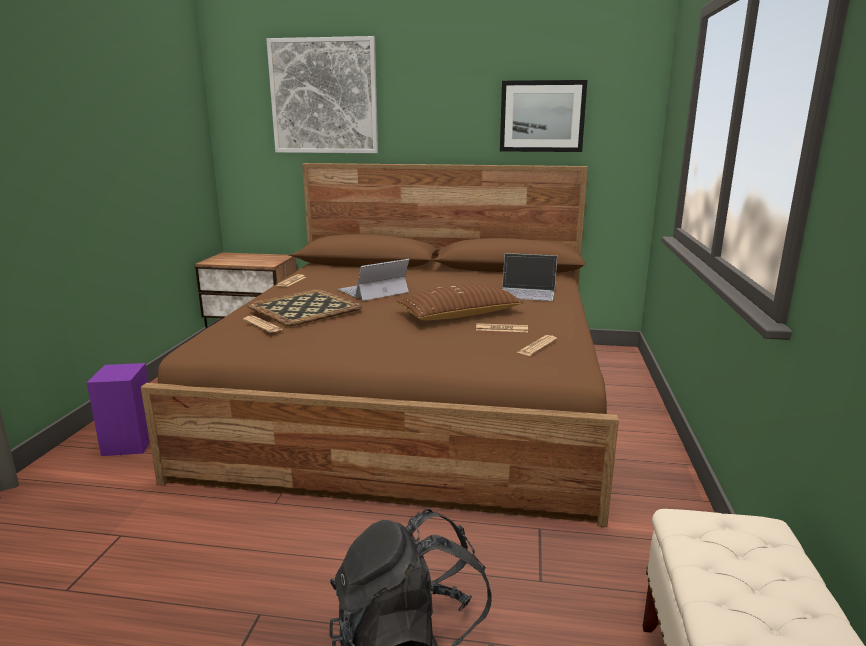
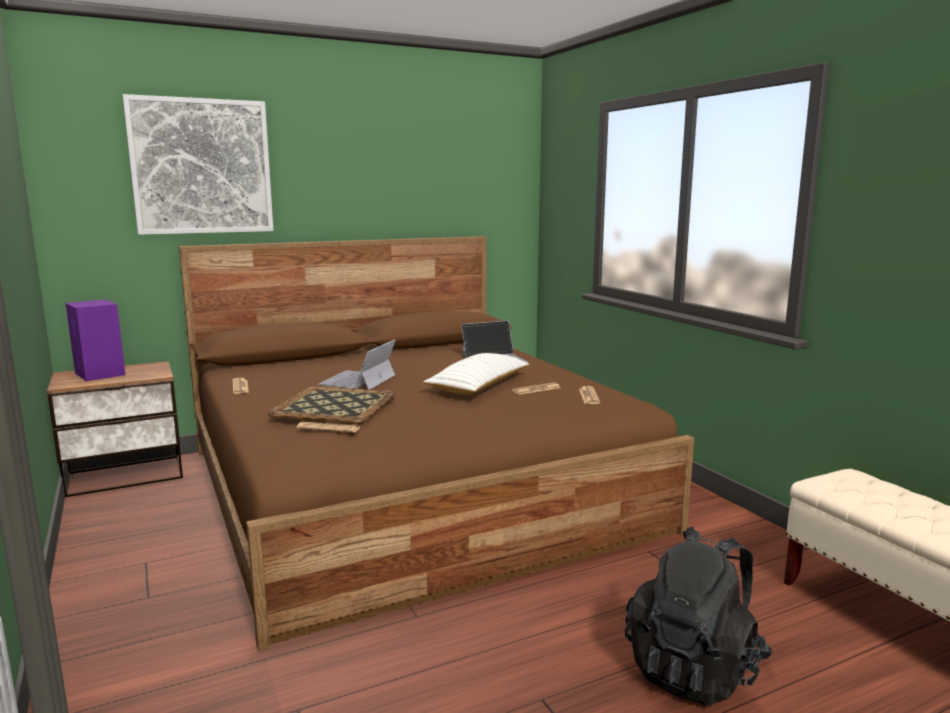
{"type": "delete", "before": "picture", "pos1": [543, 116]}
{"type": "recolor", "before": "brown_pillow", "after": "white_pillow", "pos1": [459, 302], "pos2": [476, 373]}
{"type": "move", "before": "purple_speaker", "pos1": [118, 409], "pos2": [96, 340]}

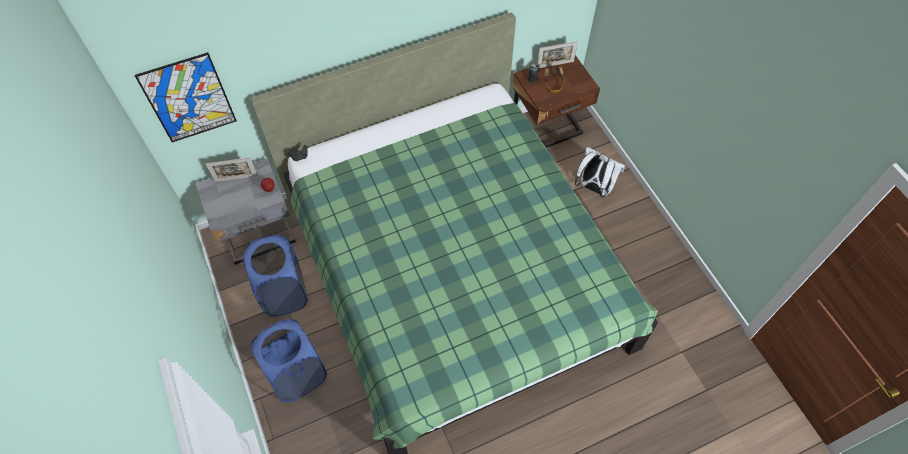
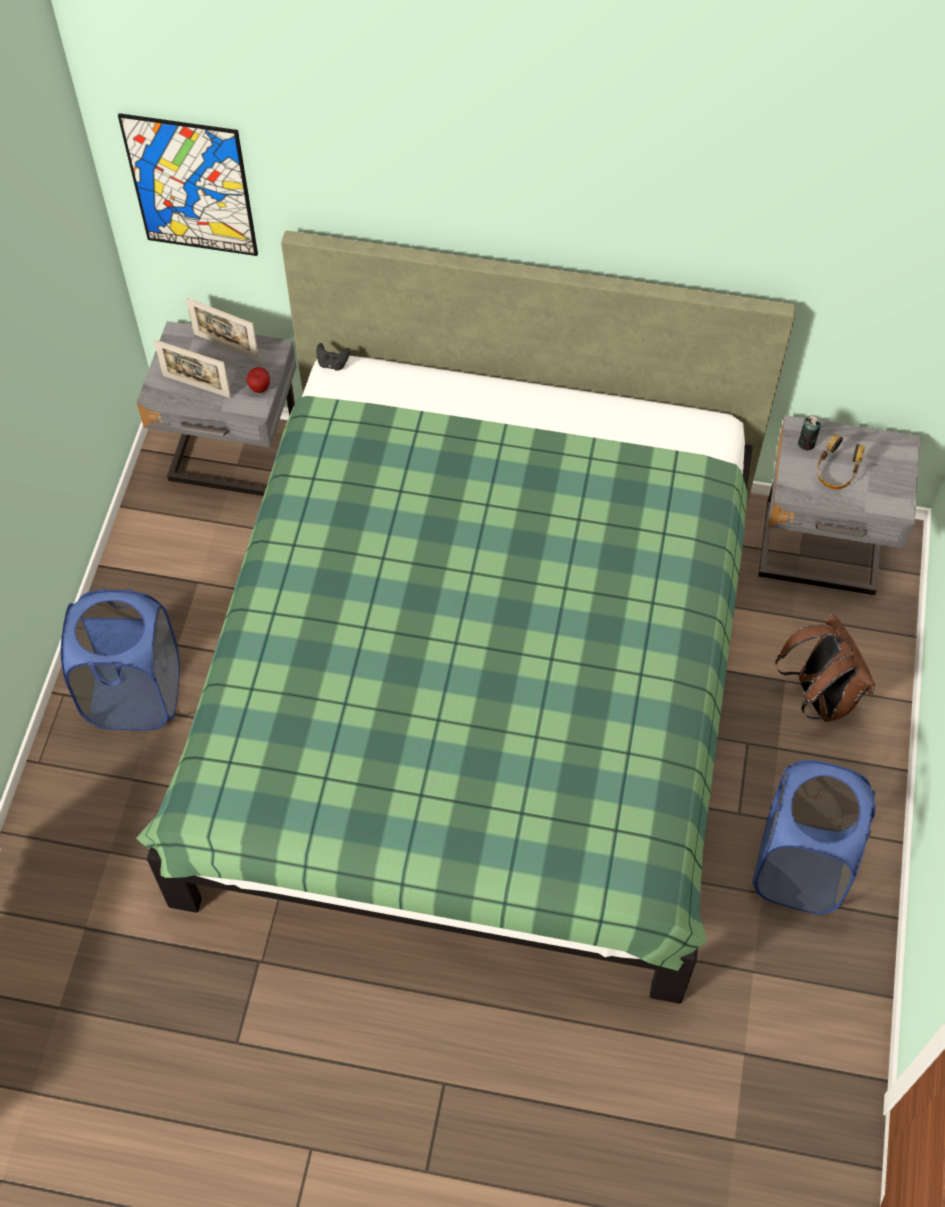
{"type": "move", "before": "picture_frame", "pos1": [557, 54], "pos2": [192, 368]}
{"type": "recolor", "before": "brown_nightstand", "after": "grey_nightstand", "pos1": [556, 101], "pos2": [839, 505]}
{"type": "recolor", "before": "white_backpack", "after": "brown_backpack", "pos1": [600, 172], "pos2": [825, 668]}
{"type": "move", "before": "blue_laundry_basket", "pos1": [275, 275], "pos2": [814, 837]}

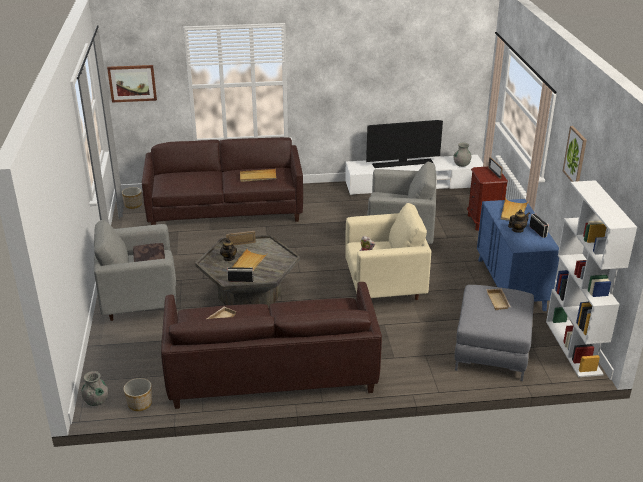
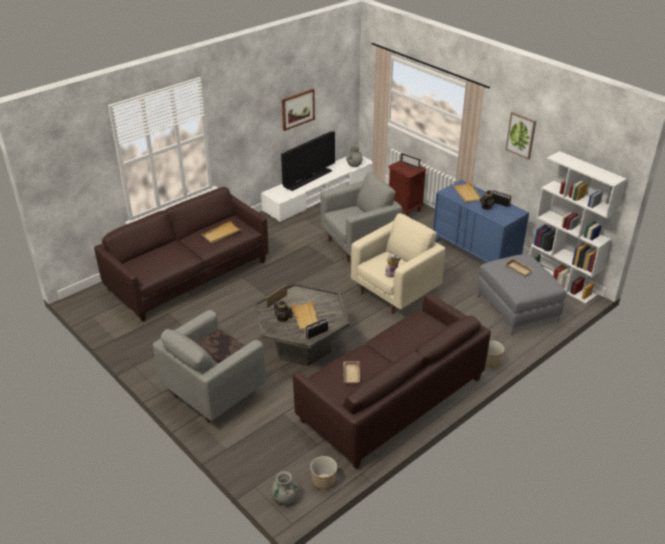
{"type": "move", "before": "picture", "pos1": [132, 83], "pos2": [298, 110]}
{"type": "move", "before": "planter", "pos1": [132, 198], "pos2": [494, 354]}

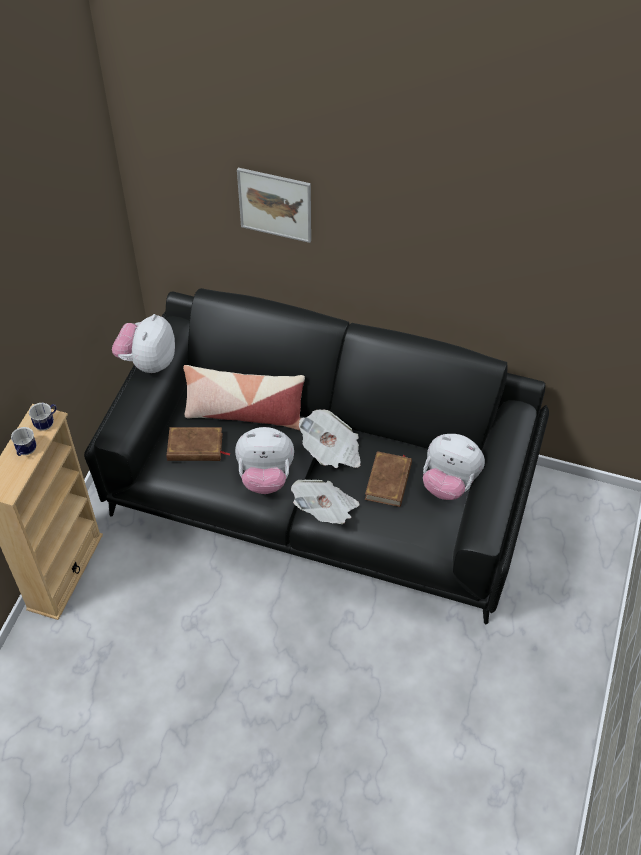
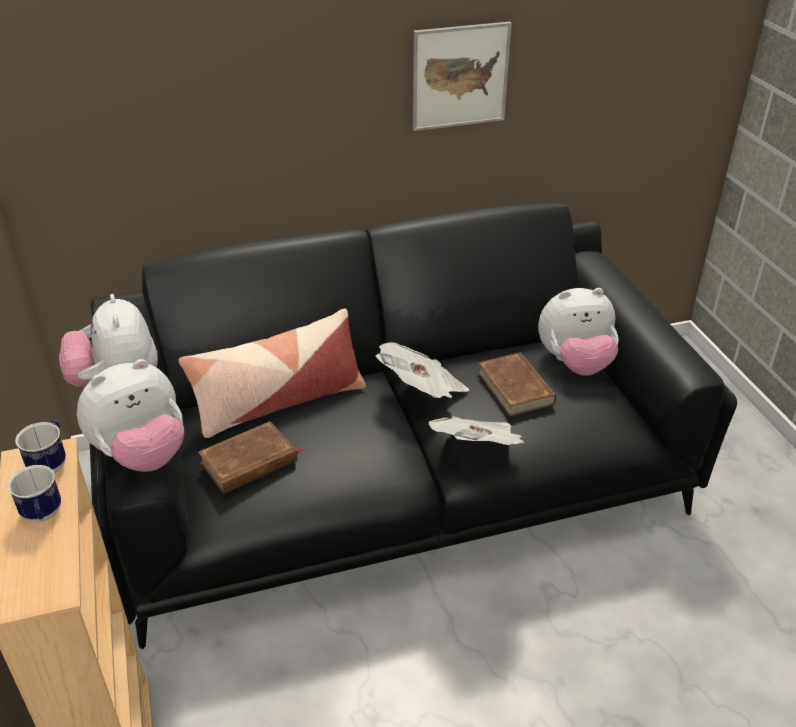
{"type": "move", "before": "picture", "pos1": [274, 205], "pos2": [462, 76]}
{"type": "move", "before": "plush_toy", "pos1": [264, 460], "pos2": [130, 415]}

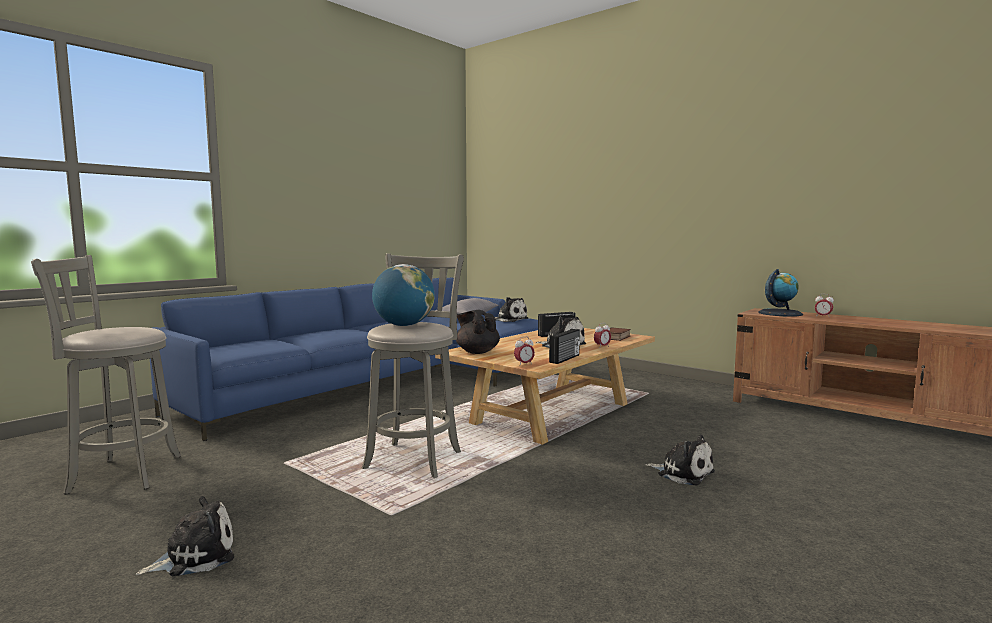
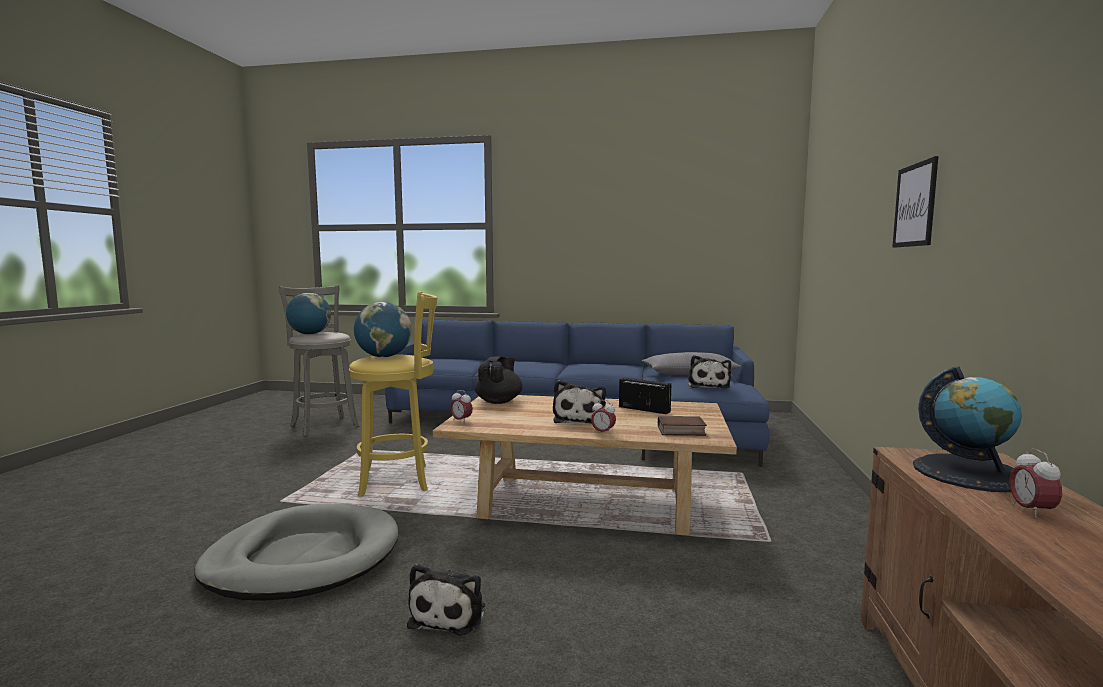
{"type": "recolor", "before": "grey_stool", "after": "yellow_stool", "pos1": [413, 366], "pos2": [393, 394]}
{"type": "delete", "before": "radio", "pos1": [564, 346]}
{"type": "delete", "before": "plush_toy", "pos1": [185, 536]}
{"type": "insert", "after": "picture", "pos2": [915, 202]}
{"type": "insert", "after": "globe", "pos2": [308, 313]}
{"type": "insert", "after": "grey_dog_bed", "pos2": [296, 552]}

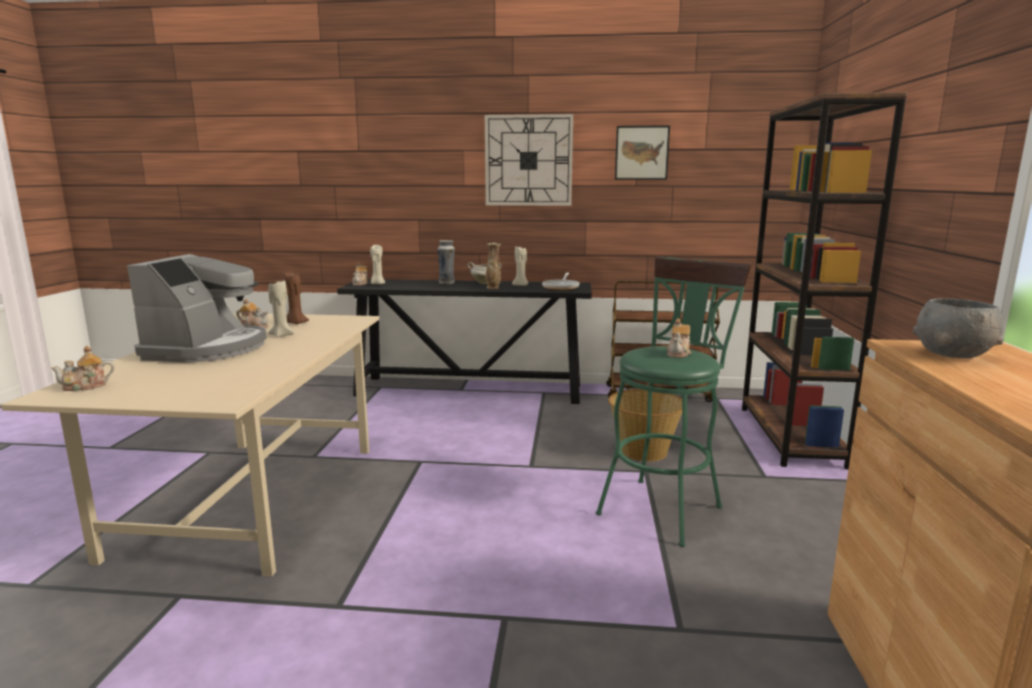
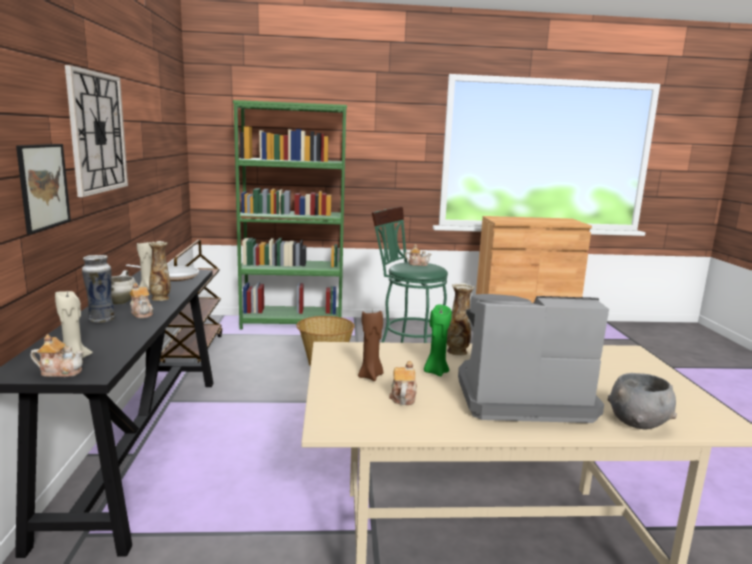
{"type": "recolor", "before": "brown_bookcase", "after": "green_bookcase", "pos1": [825, 280], "pos2": [290, 214]}
{"type": "move", "before": "picture", "pos1": [642, 152], "pos2": [43, 189]}
{"type": "recolor", "before": "beige_candle", "after": "green_candle", "pos1": [281, 309], "pos2": [438, 340]}
{"type": "move", "before": "grey_bowl", "pos1": [958, 328], "pos2": [642, 401]}
{"type": "move", "before": "teapot", "pos1": [82, 368], "pos2": [141, 300]}
{"type": "insert", "after": "vase", "pos2": [461, 319]}

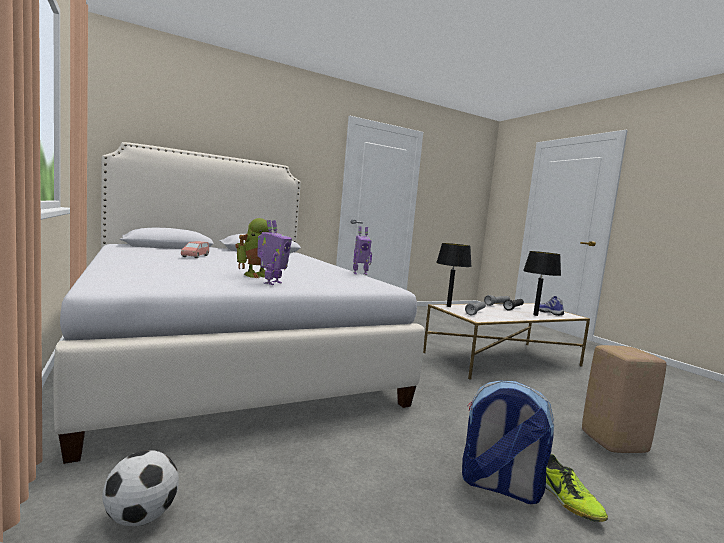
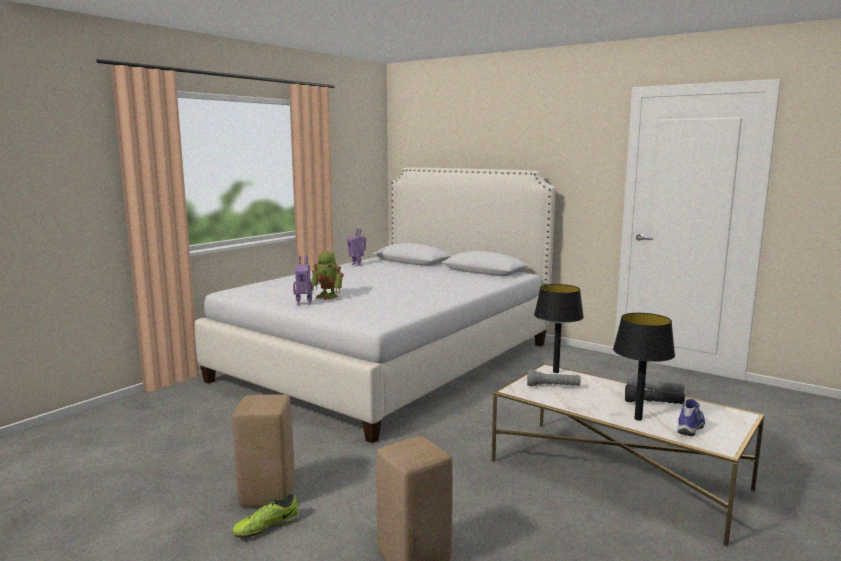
{"type": "move", "before": "toy_robot", "pos1": [362, 250], "pos2": [356, 247]}
{"type": "delete", "before": "pink_toy_car", "pos1": [195, 249]}
{"type": "replace", "before": "backpack", "after": "beige_stool", "pos1": [508, 442], "pos2": [263, 451]}
{"type": "delete", "before": "football", "pos1": [140, 488]}

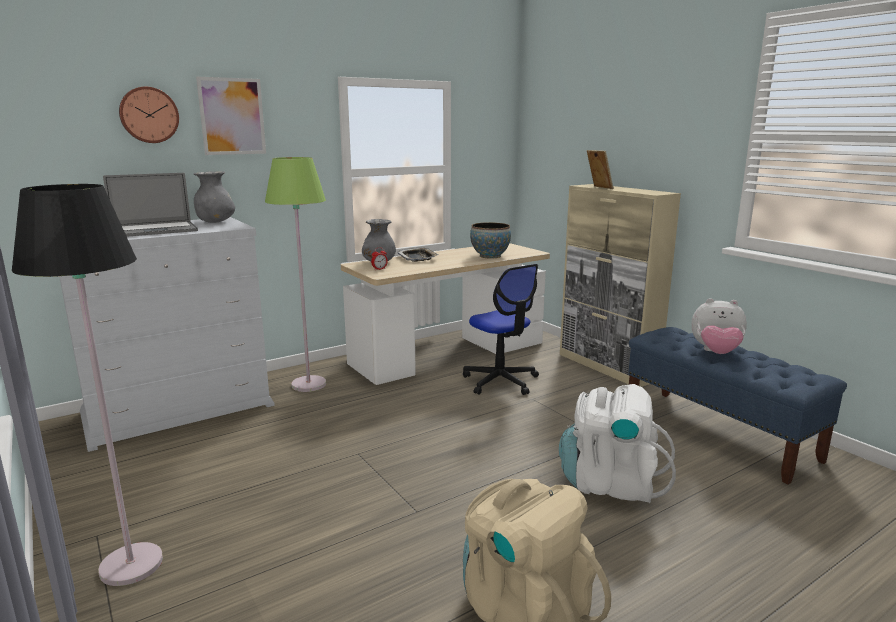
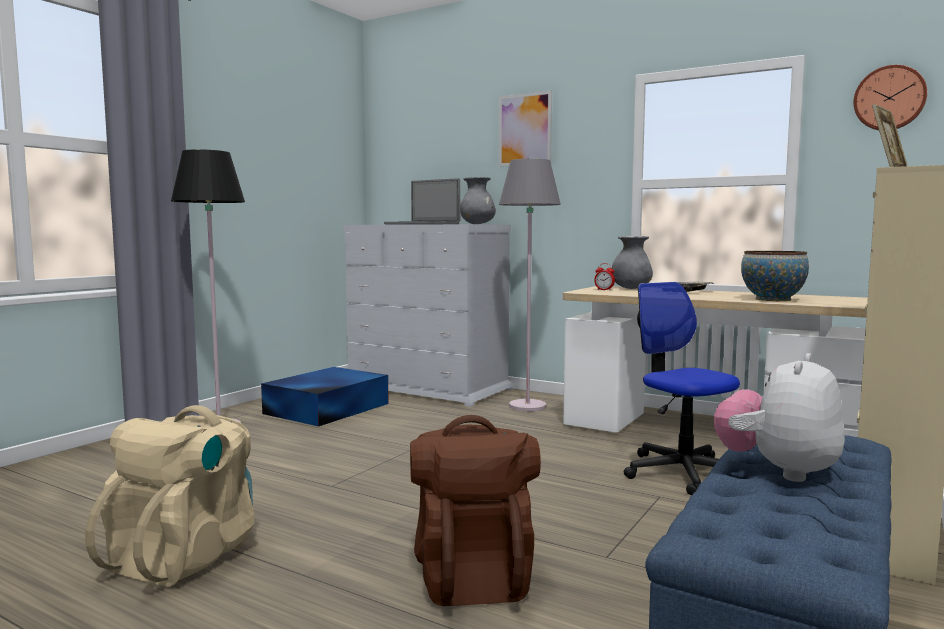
{"type": "move", "before": "wall_clock", "pos1": [149, 115], "pos2": [890, 97]}
{"type": "recolor", "before": "green_floor_lamp", "after": "grey_floor_lamp", "pos1": [295, 274], "pos2": [530, 285]}
{"type": "rotate", "before": "office_chair", "pos1": [501, 329], "pos2": [682, 388], "turn": 120}
{"type": "rotate", "before": "plush_toy", "pos1": [719, 326], "pos2": [779, 417], "turn": 45}
{"type": "recolor", "before": "white_backpack", "after": "brown_backpack", "pos1": [617, 443], "pos2": [475, 510]}
{"type": "insert", "after": "blue_storage_box", "pos2": [325, 396]}

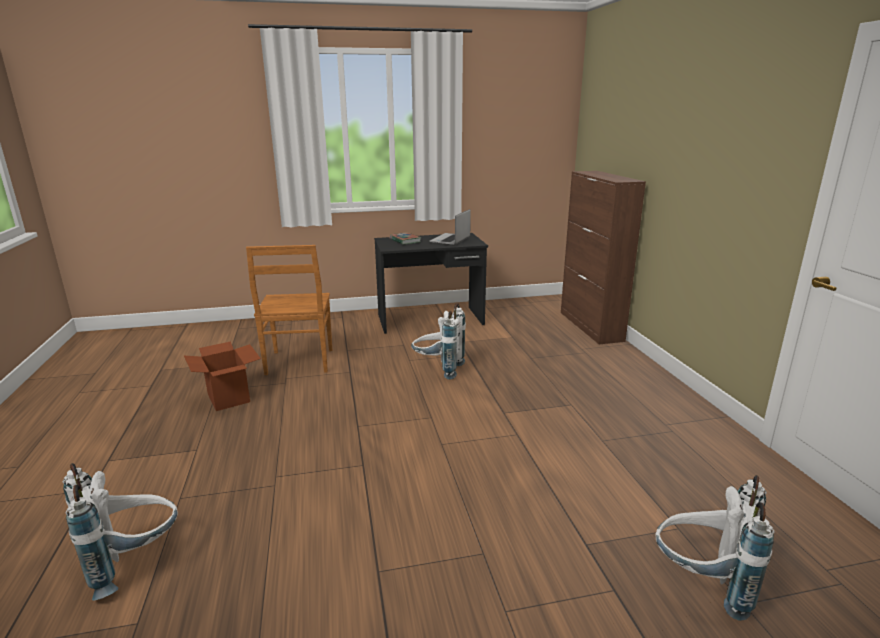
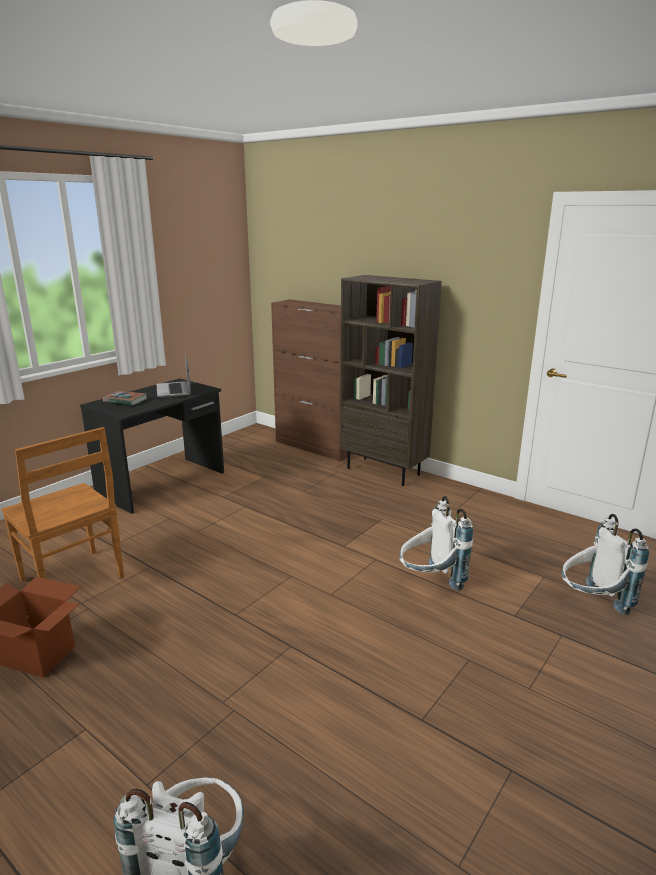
{"type": "move", "before": "white_backpack", "pos1": [438, 341], "pos2": [436, 543]}
{"type": "insert", "after": "brown_bookcase", "pos2": [391, 380]}

